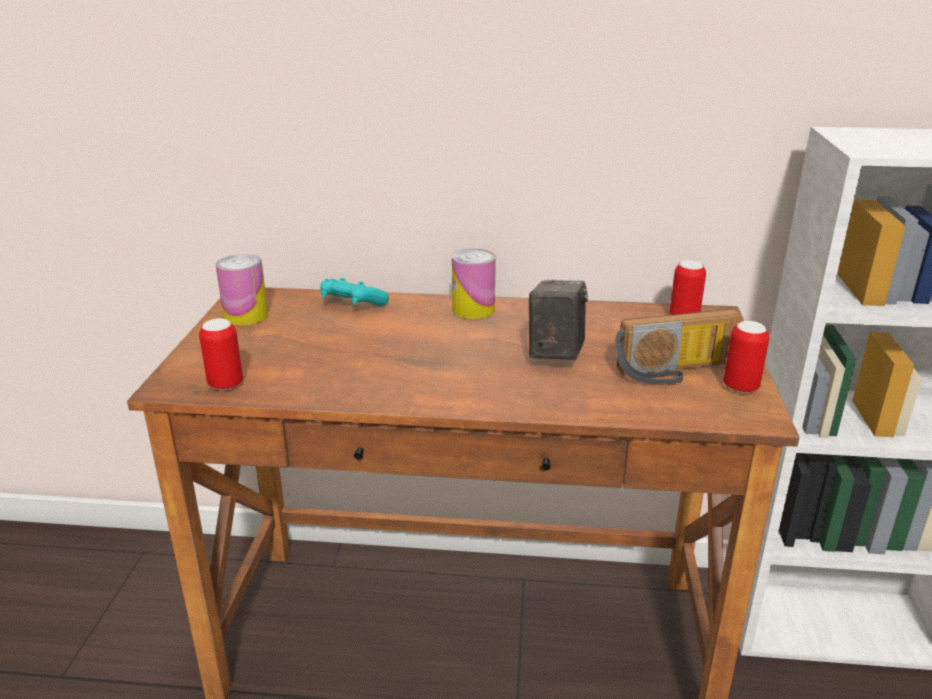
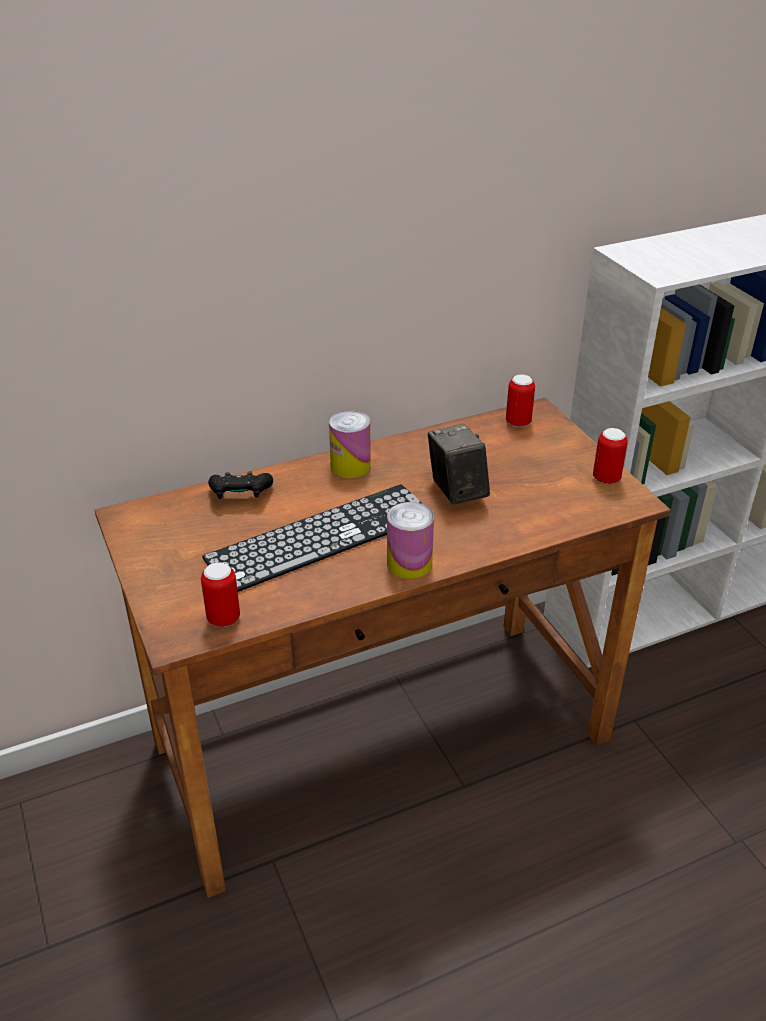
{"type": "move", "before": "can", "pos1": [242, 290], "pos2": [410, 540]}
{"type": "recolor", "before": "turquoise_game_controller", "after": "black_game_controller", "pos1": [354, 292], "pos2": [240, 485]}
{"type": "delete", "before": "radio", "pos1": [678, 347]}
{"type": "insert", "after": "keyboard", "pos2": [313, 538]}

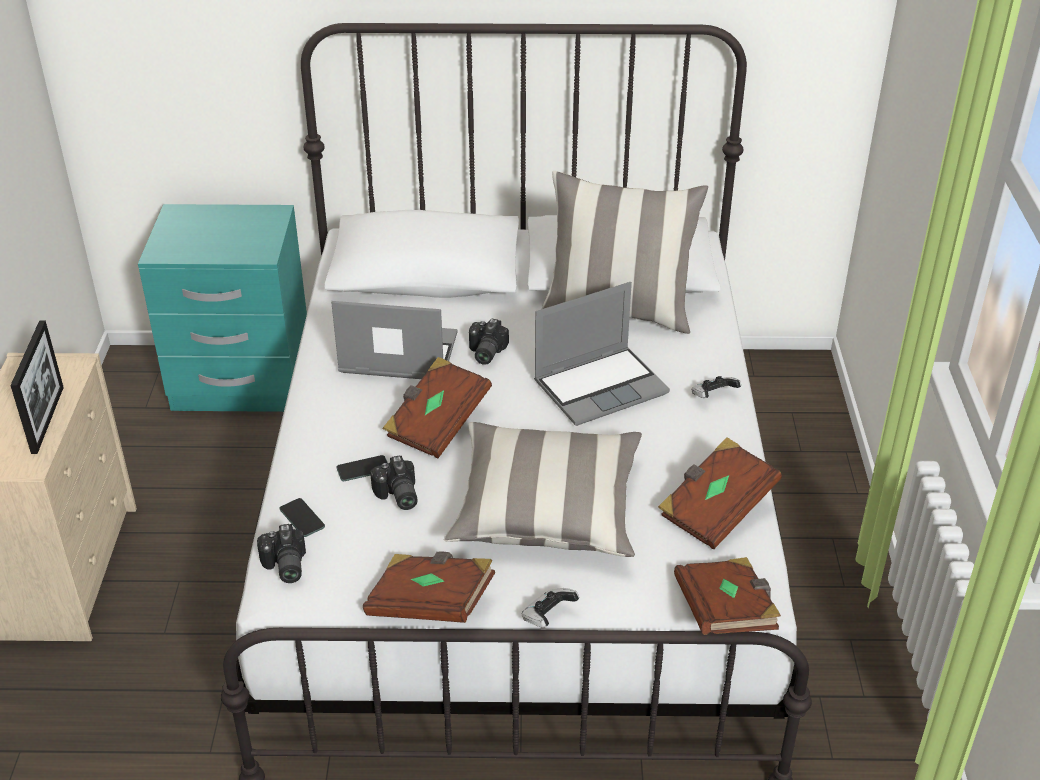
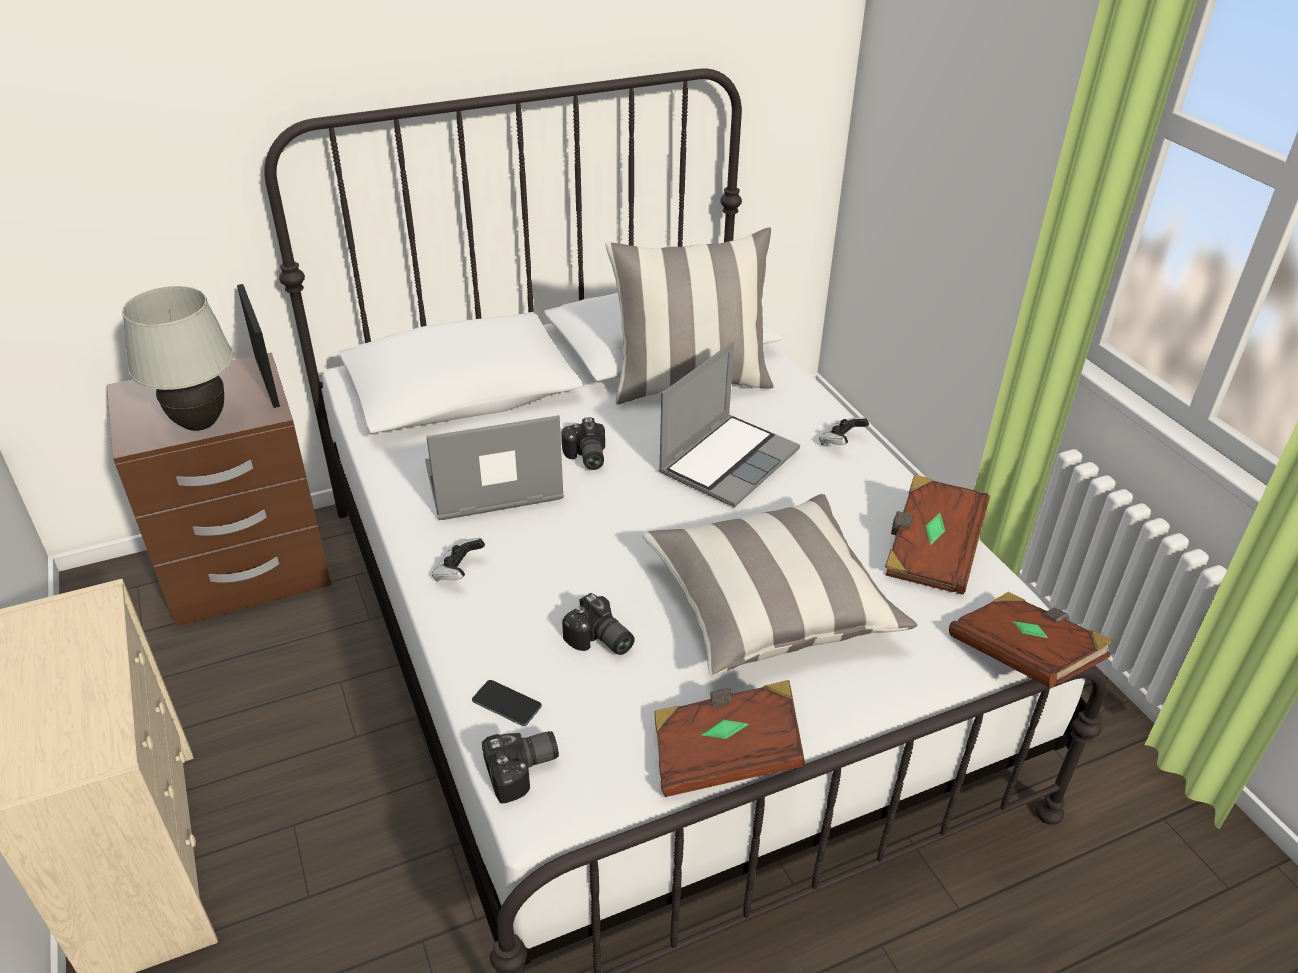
{"type": "recolor", "before": "turquoise_nightstand", "after": "brown_nightstand", "pos1": [222, 308], "pos2": [219, 489]}
{"type": "move", "before": "picture_frame", "pos1": [37, 387], "pos2": [258, 346]}
{"type": "delete", "before": "brown_book", "pos1": [437, 407]}
{"type": "delete", "before": "phone", "pos1": [362, 468]}
{"type": "rotate", "before": "photo_camera", "pos1": [281, 553], "pos2": [520, 767], "turn": -75}
{"type": "move", "before": "game_controller", "pos1": [550, 607], "pos2": [458, 559]}
{"type": "insert", "after": "white_table_lamp", "pos2": [177, 358]}

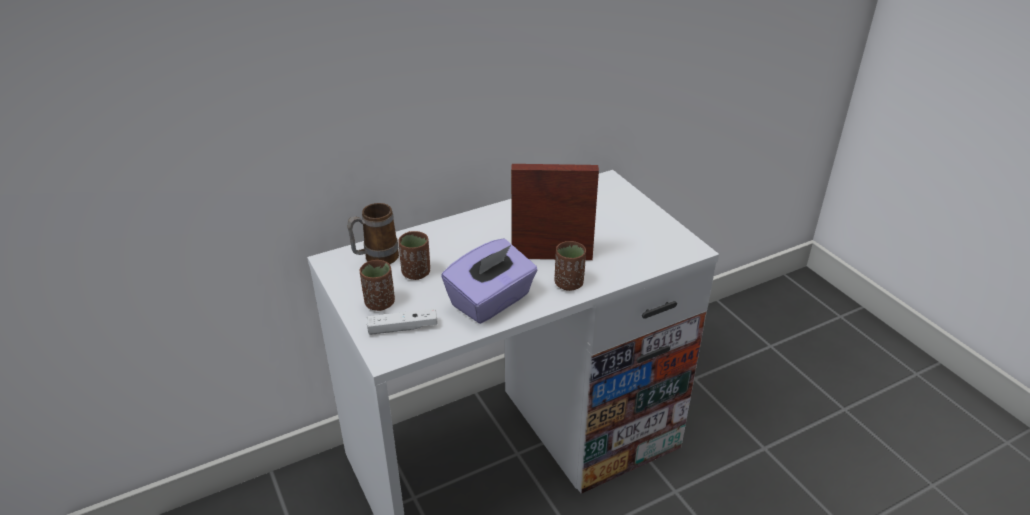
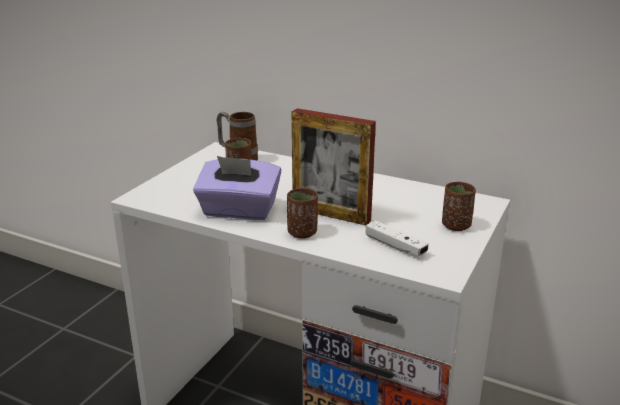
{"type": "rotate", "before": "picture_frame", "pos1": [555, 212], "pos2": [334, 166], "turn": 150}
{"type": "move", "before": "brown_cup", "pos1": [377, 285], "pos2": [459, 206]}
{"type": "move", "before": "white_game_controller", "pos1": [402, 322], "pos2": [397, 238]}

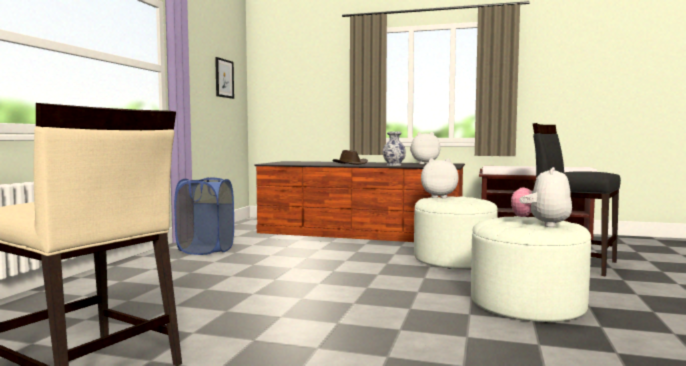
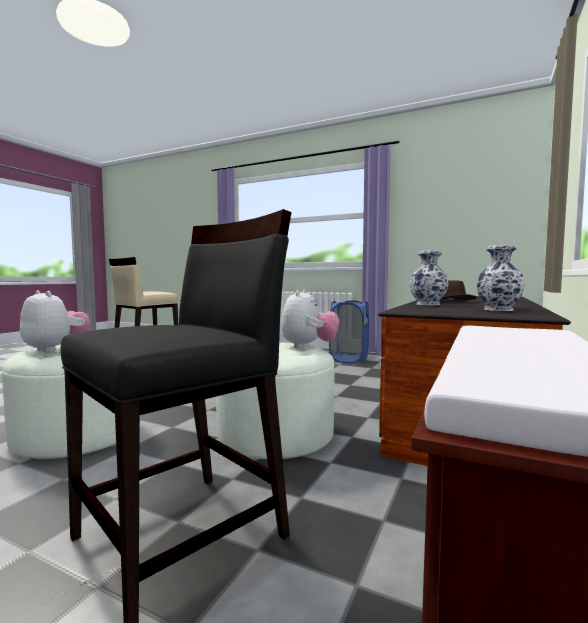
{"type": "delete", "before": "picture", "pos1": [224, 78]}
{"type": "replace", "before": "plush_toy", "after": "vase", "pos1": [425, 148], "pos2": [500, 278]}

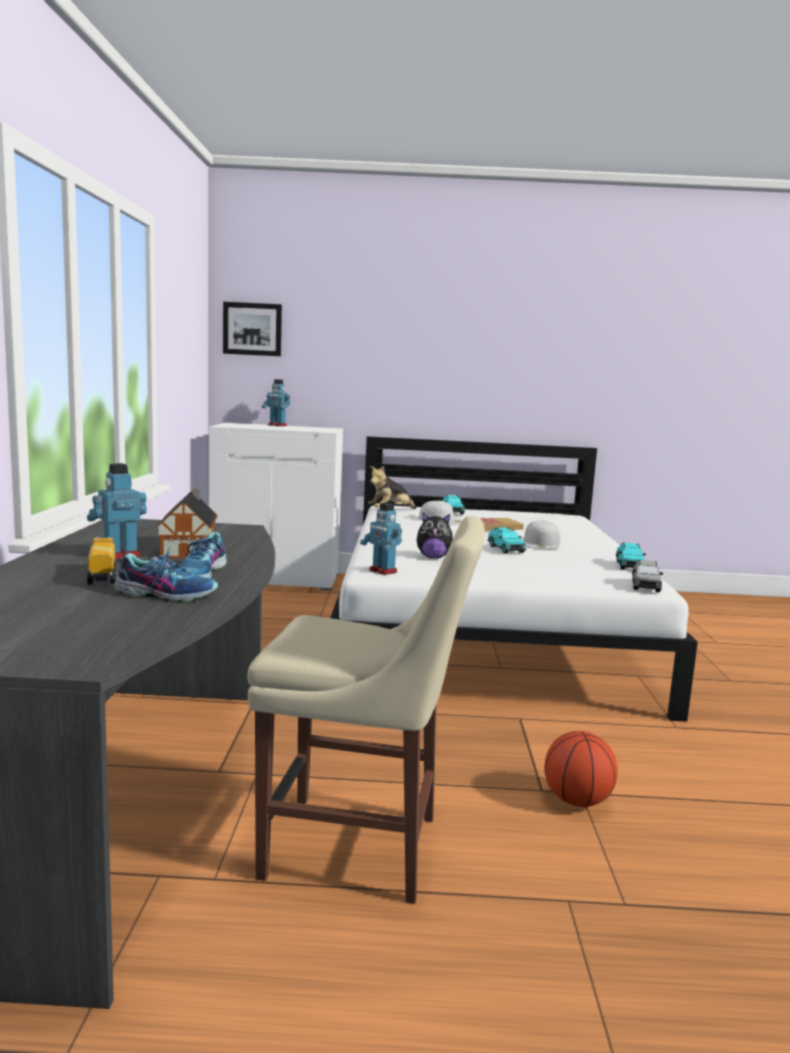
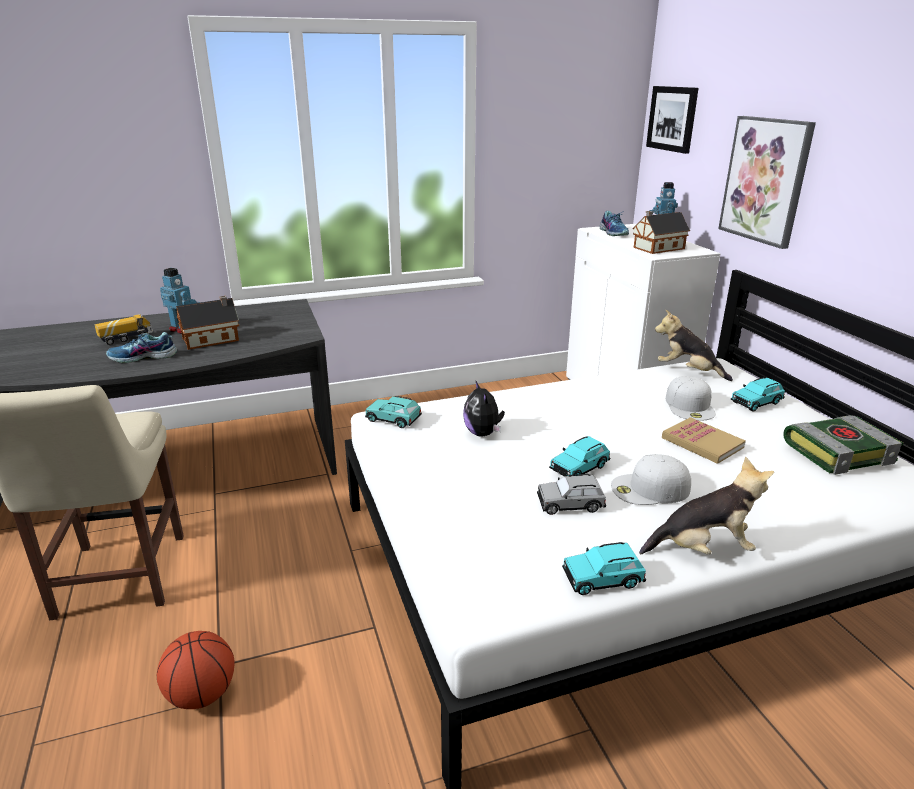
{"type": "replace", "before": "toy_robot", "after": "turquoise_toy_car", "pos1": [381, 538], "pos2": [393, 412]}
{"type": "move", "before": "shoe", "pos1": [166, 575], "pos2": [614, 223]}
{"type": "move", "before": "grey_toy_car", "pos1": [647, 576], "pos2": [571, 494]}
{"type": "insert", "after": "picture", "pos2": [767, 182]}
{"type": "insert", "after": "toy_house", "pos2": [661, 232]}
{"type": "insert", "after": "book", "pos2": [843, 445]}
{"type": "insert", "after": "plush_toy", "pos2": [706, 506]}

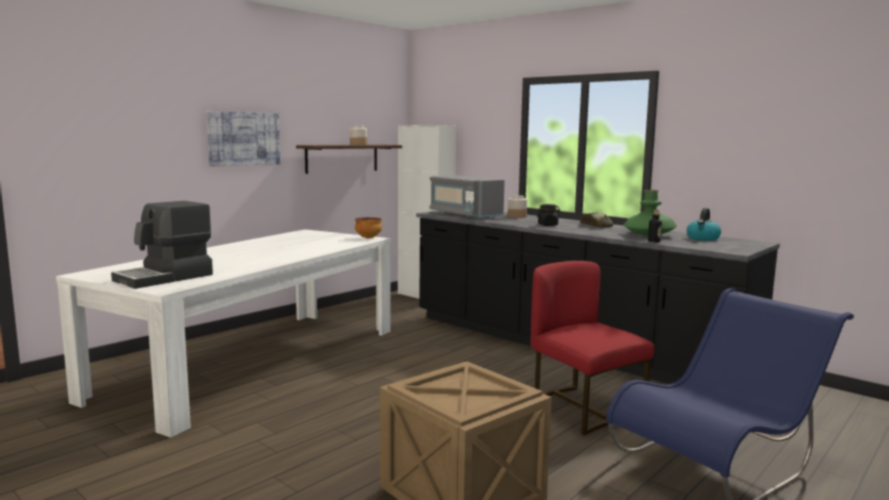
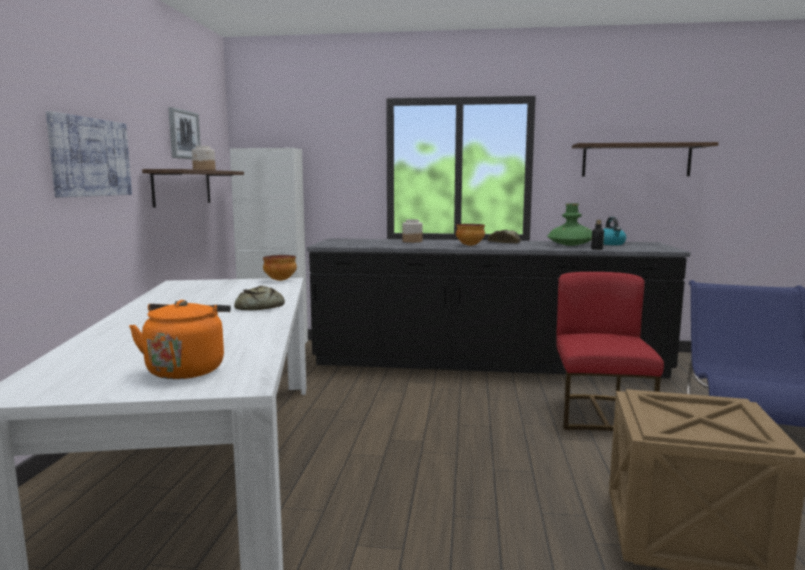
{"type": "delete", "before": "grey_microwave", "pos1": [467, 197]}
{"type": "replace", "before": "coffee_machine", "after": "orange_kettle", "pos1": [162, 245], "pos2": [180, 339]}
{"type": "replace", "before": "black_jar", "after": "bowl", "pos1": [548, 215], "pos2": [470, 235]}
{"type": "rotate", "before": "red_chair", "pos1": [592, 348], "pos2": [610, 351], "turn": 75}
{"type": "insert", "after": "picture", "pos2": [184, 133]}
{"type": "insert", "after": "shelf", "pos2": [645, 159]}
{"type": "insert", "after": "bread", "pos2": [259, 298]}

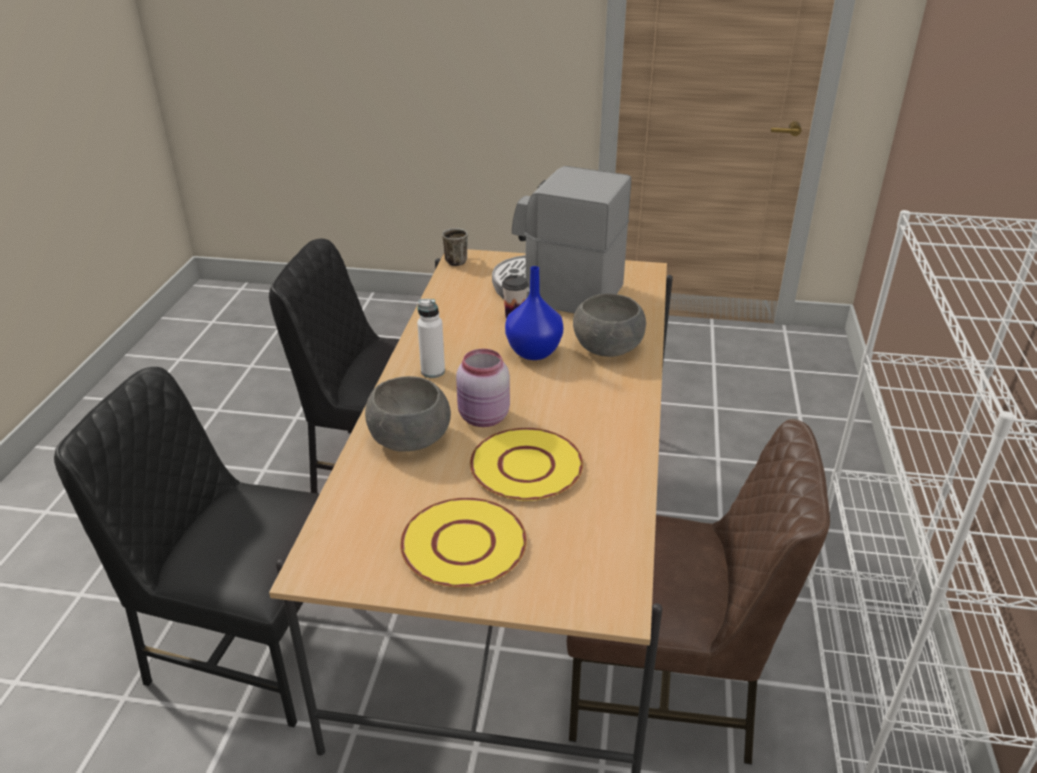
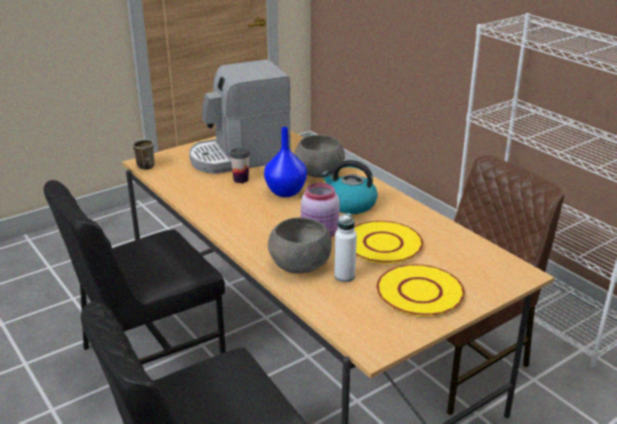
{"type": "move", "before": "white_bottle", "pos1": [431, 338], "pos2": [345, 247]}
{"type": "insert", "after": "kettle", "pos2": [349, 187]}

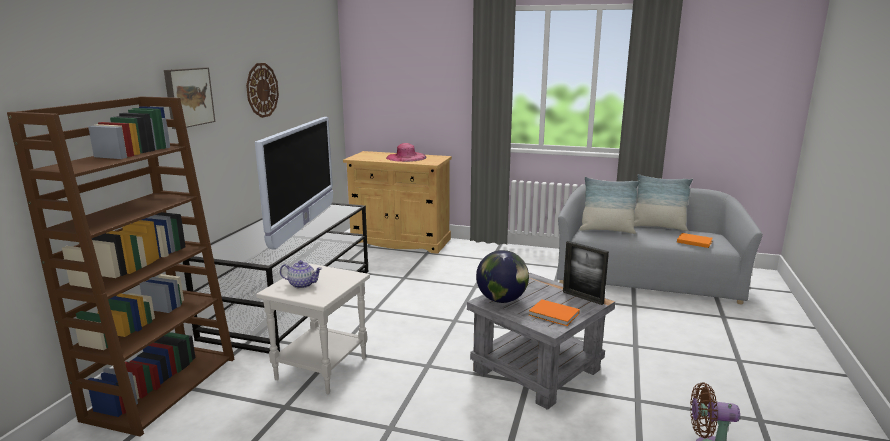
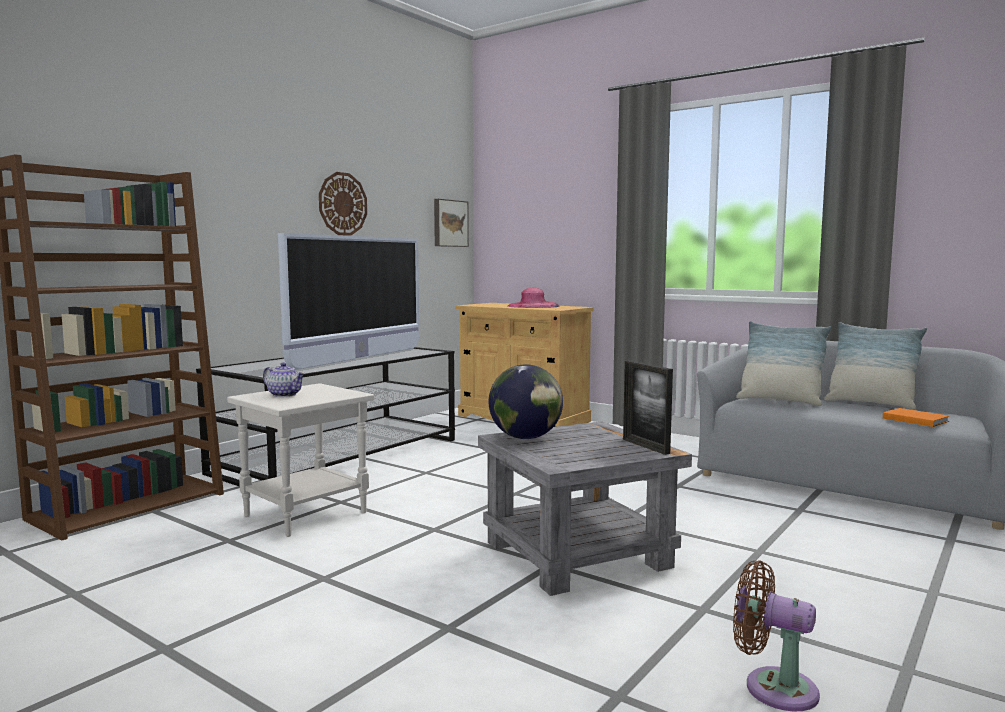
{"type": "move", "before": "picture", "pos1": [189, 98], "pos2": [451, 223]}
{"type": "delete", "before": "orange_book", "pos1": [554, 312]}

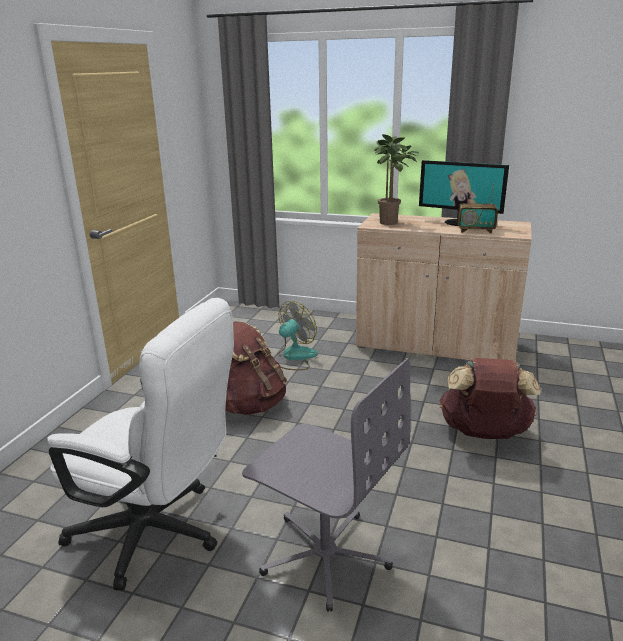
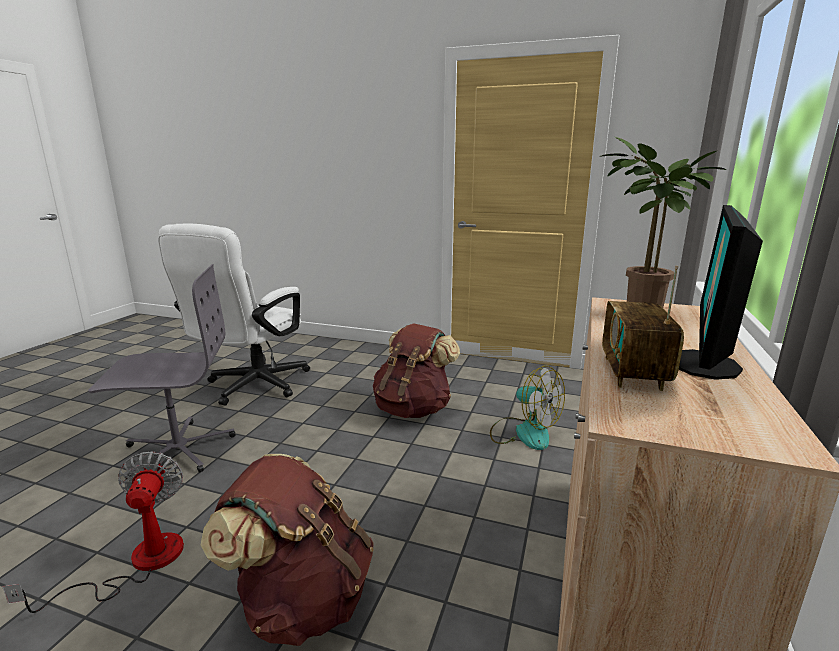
{"type": "rotate", "before": "grey_office_chair", "pos1": [326, 484], "pos2": [162, 371], "turn": -135}
{"type": "insert", "after": "fan", "pos2": [93, 532]}

